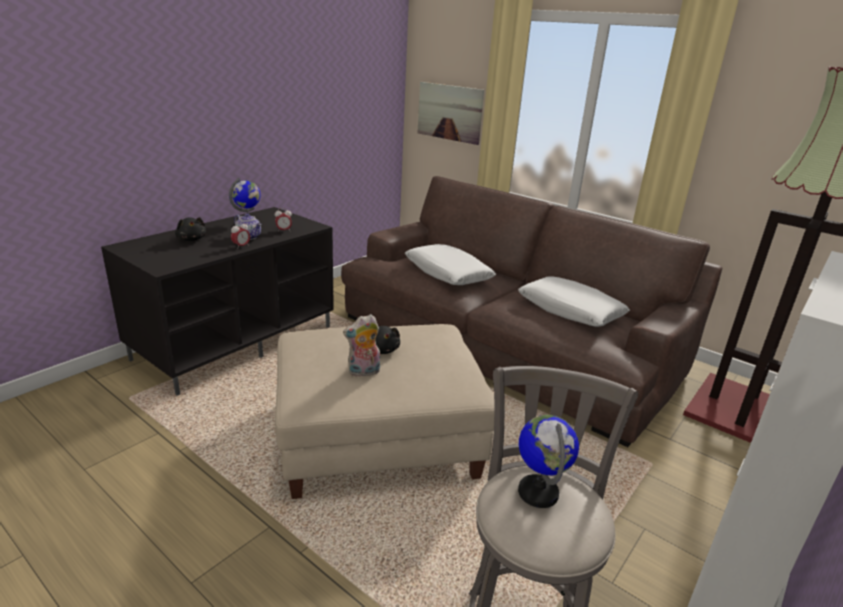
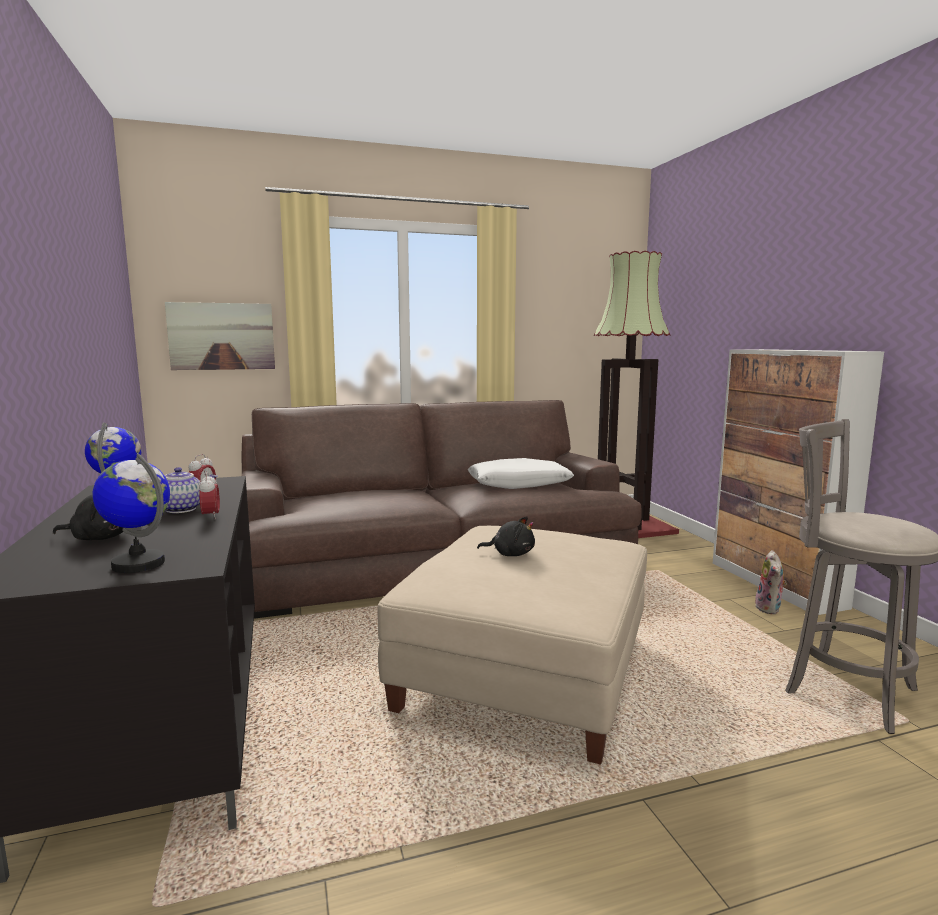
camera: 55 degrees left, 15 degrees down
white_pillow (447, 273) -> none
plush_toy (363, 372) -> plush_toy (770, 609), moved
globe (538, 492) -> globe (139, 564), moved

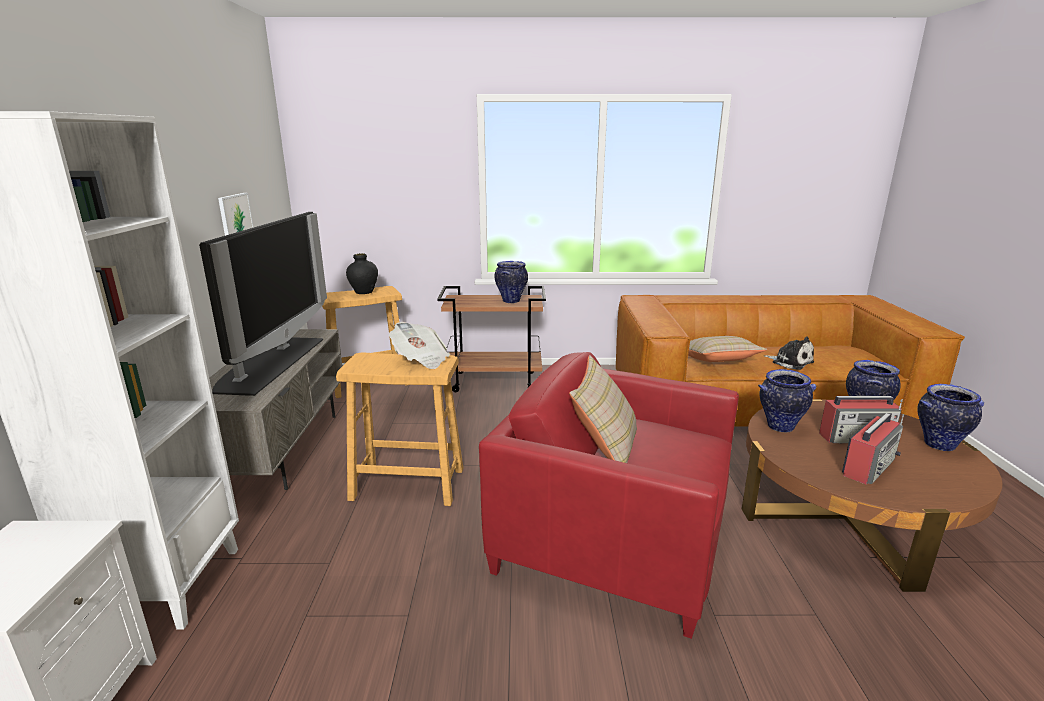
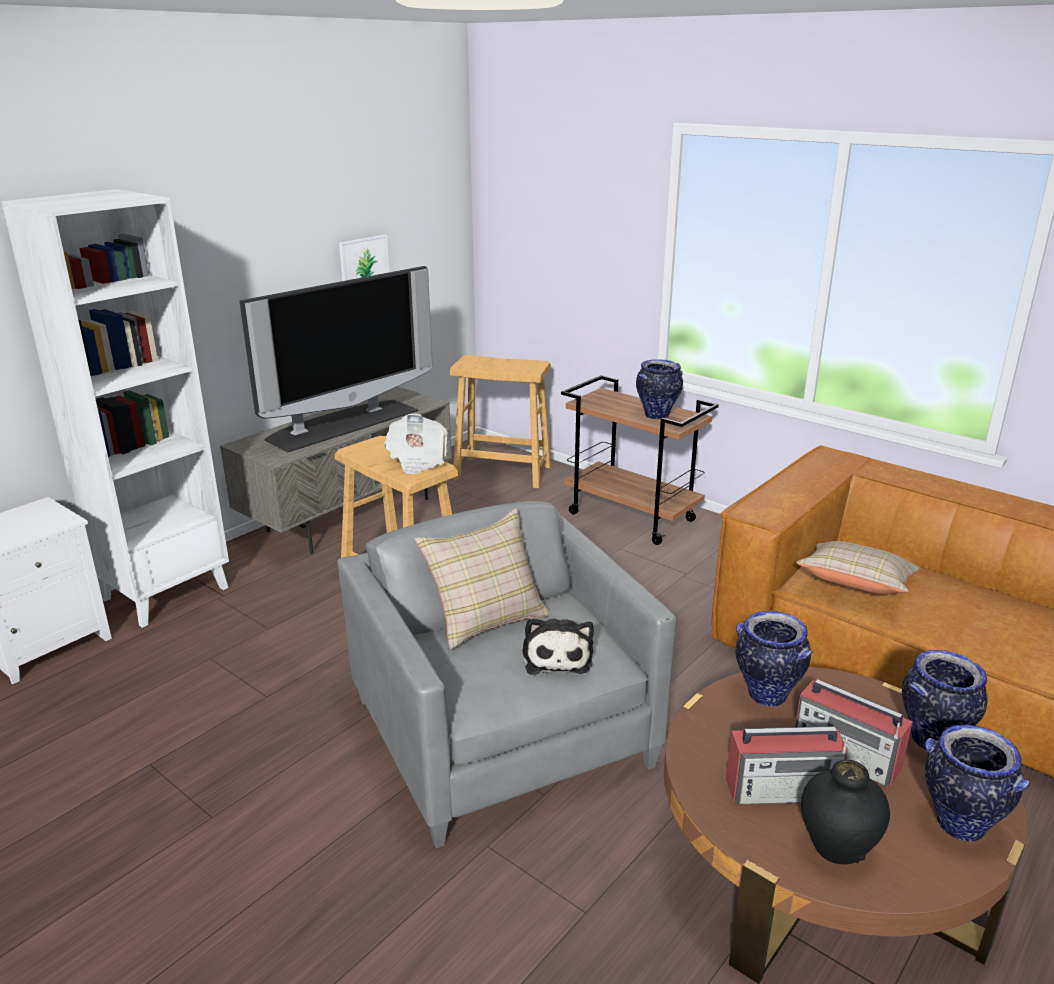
camera: 40 degrees right, 5 degrees up
black_vase (364, 292) -> black_vase (836, 848), moved
plush_toy (790, 362) -> plush_toy (557, 656), moved
red_armchair (613, 539) -> grey_armchair (502, 732)

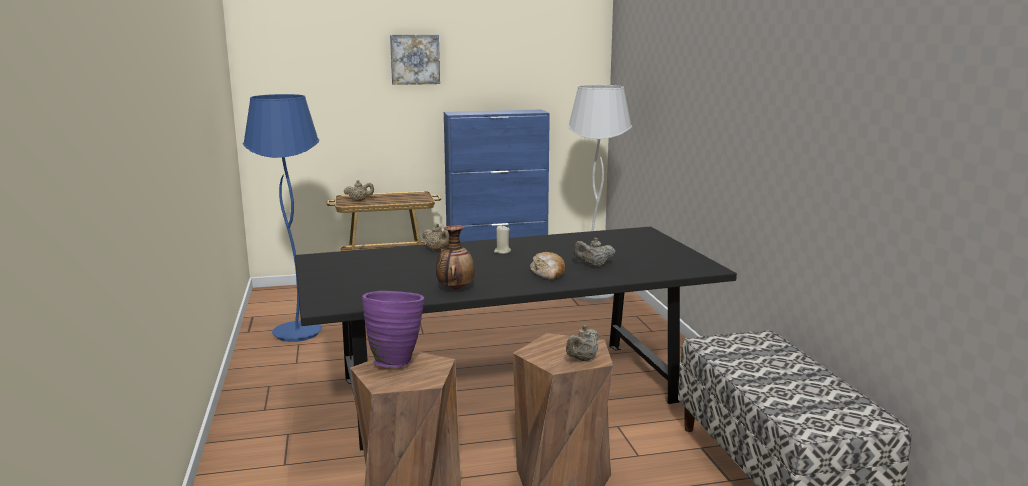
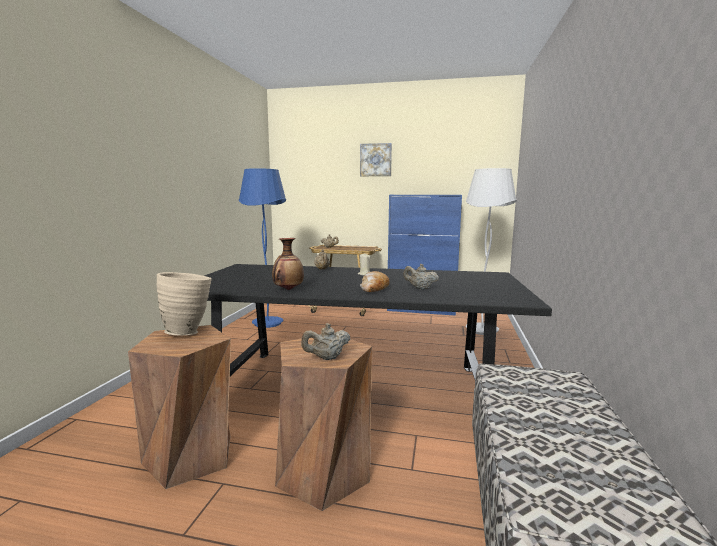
camera: 25 degrees right, 5 degrees down
purple_vase (395, 361) -> beige_vase (189, 332)

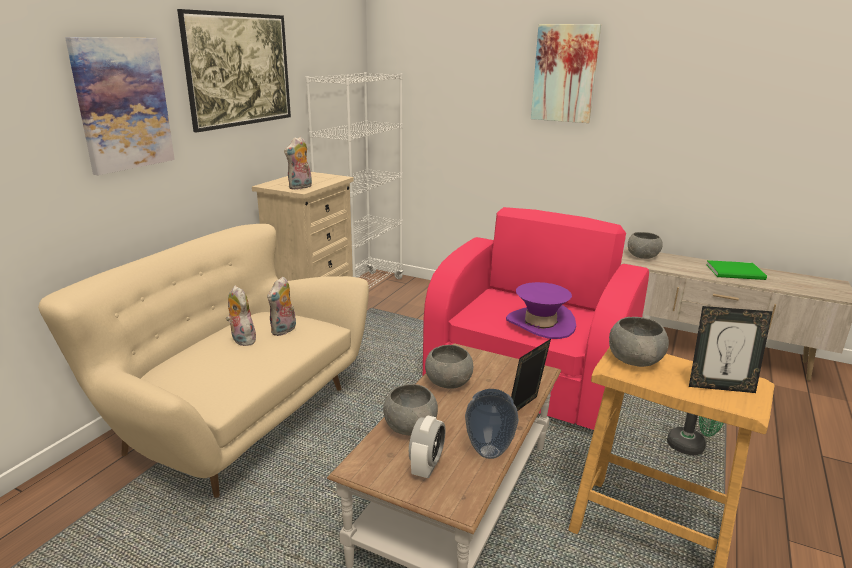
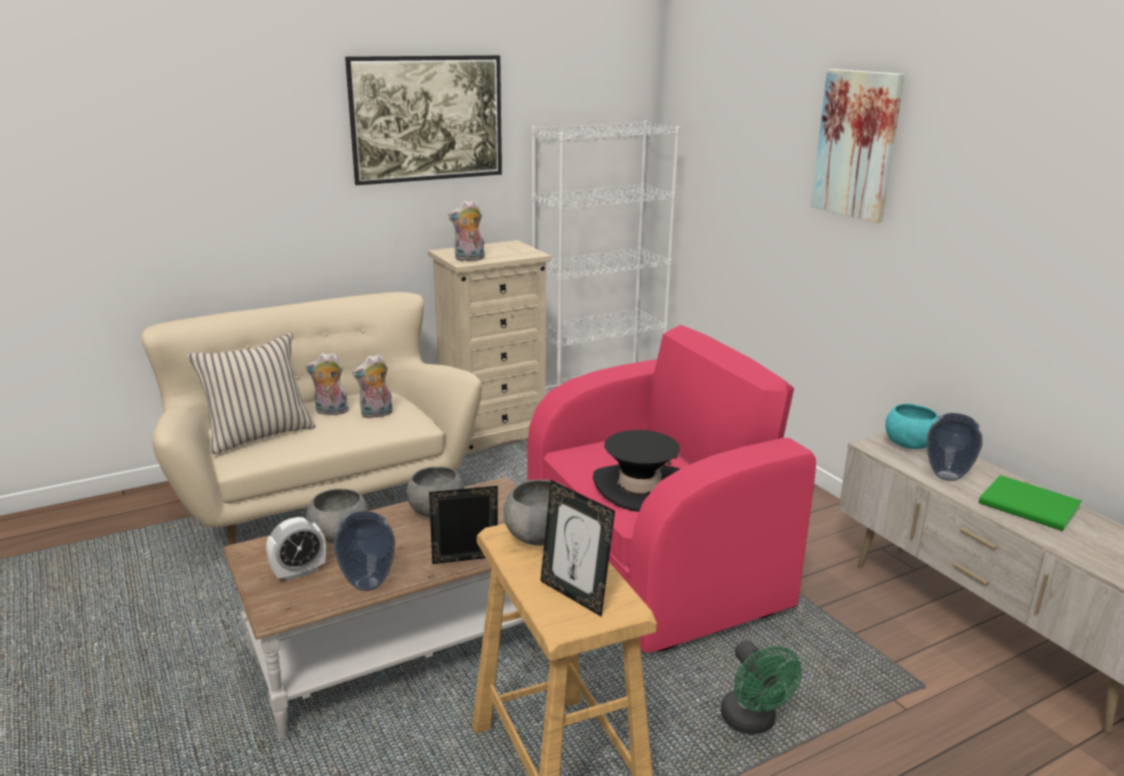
camera: 35 degrees right, 0 degrees up
picture (123, 104) -> none
grey_bowl (643, 256) -> turquoise_bowl (909, 444)
purple_hat (540, 324) -> black_hat (639, 488)
plush_toy (241, 340) -> plush_toy (330, 412), 90 degrees counterclockwise
none -> beige_pillow (258, 435)
none -> vase (946, 476)

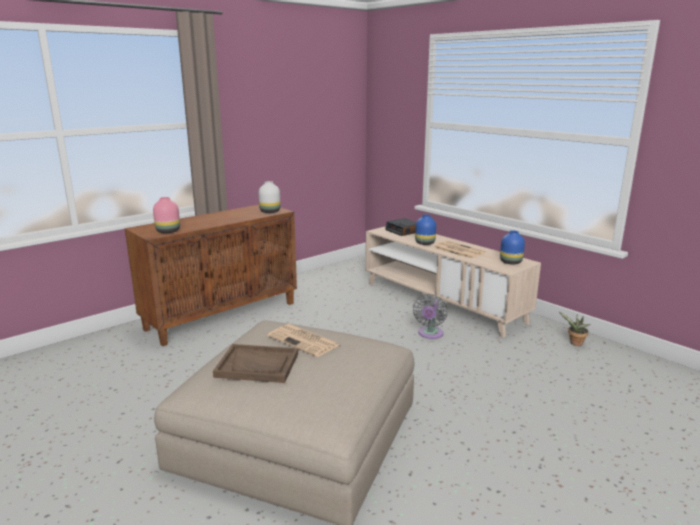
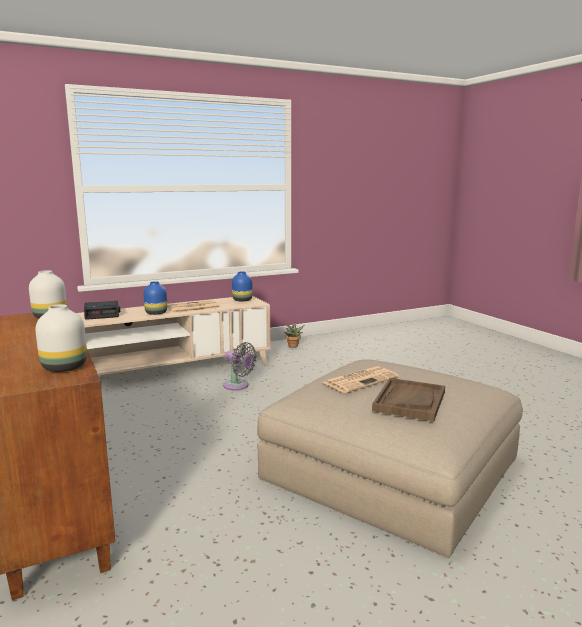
camera: 75 degrees left, 5 degrees down
pink_vase (169, 231) -> white_vase (65, 367)

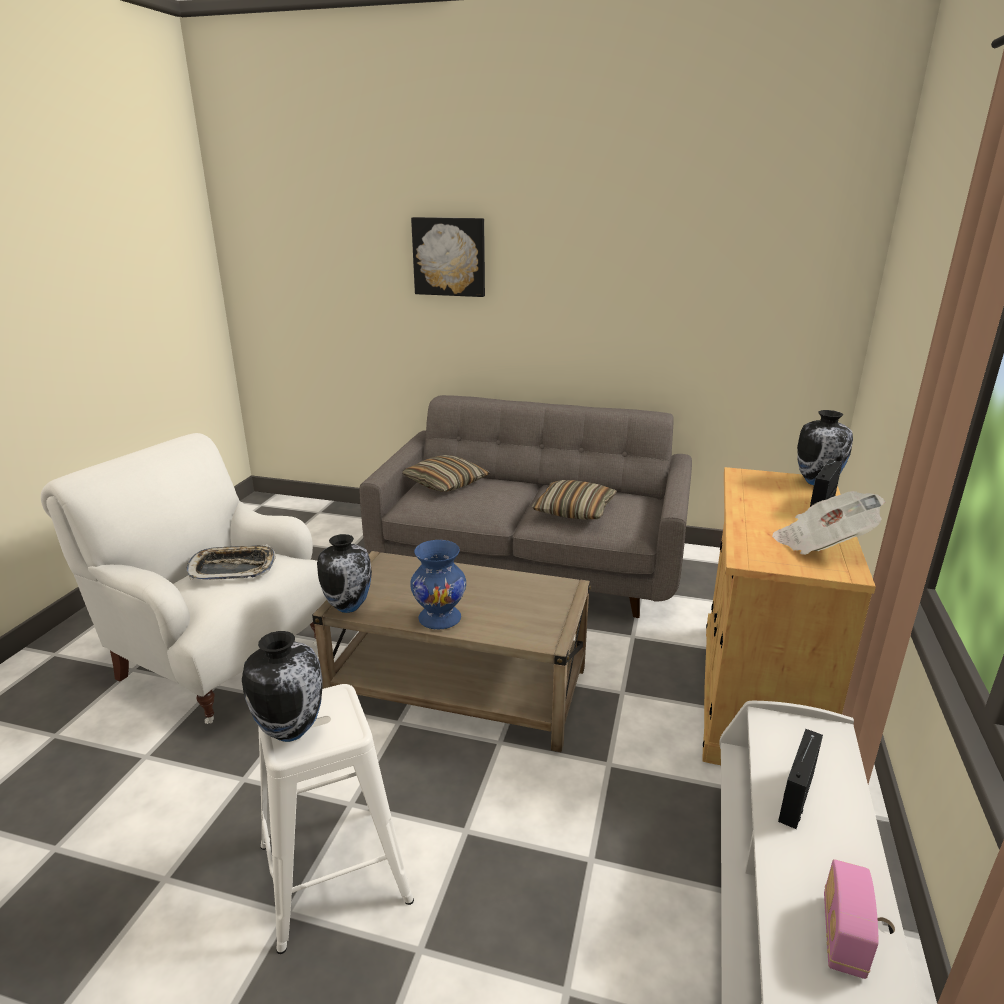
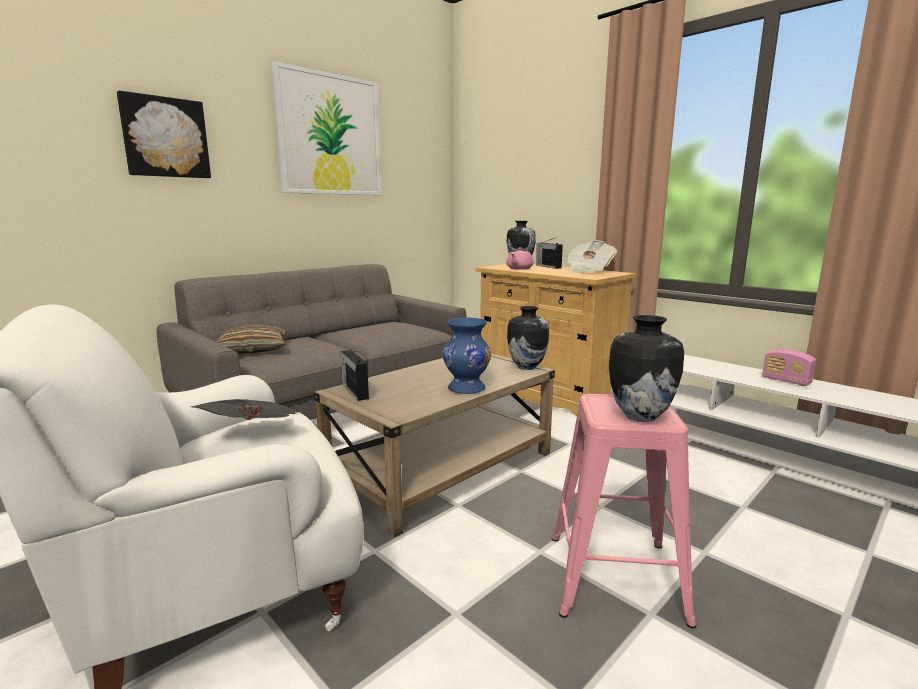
camera: 60 degrees left, 10 degrees down
pillow (574, 510) -> none
vase (349, 606) -> vase (526, 367), moved
tray (232, 568) -> newspaper (254, 435)
white_stool (332, 874) -> pink_stool (617, 578)
radio (797, 796) -> radio (355, 391), moved
none -> picture (330, 135)
none -> pink_teapot (519, 269)

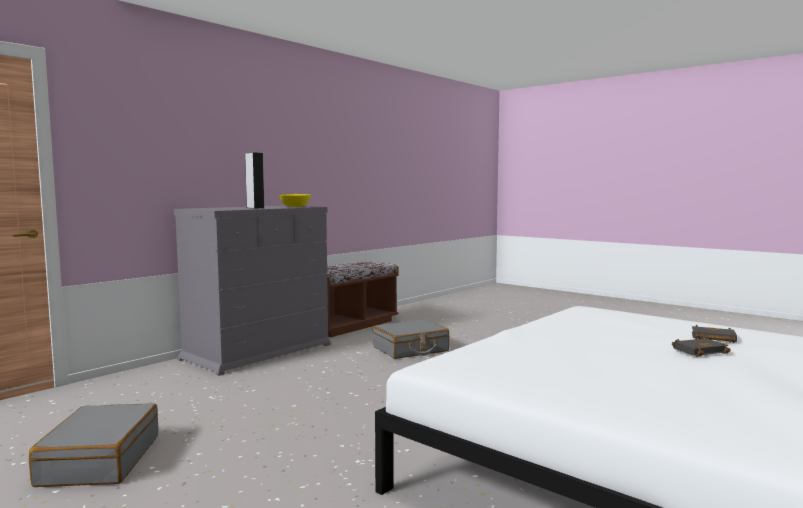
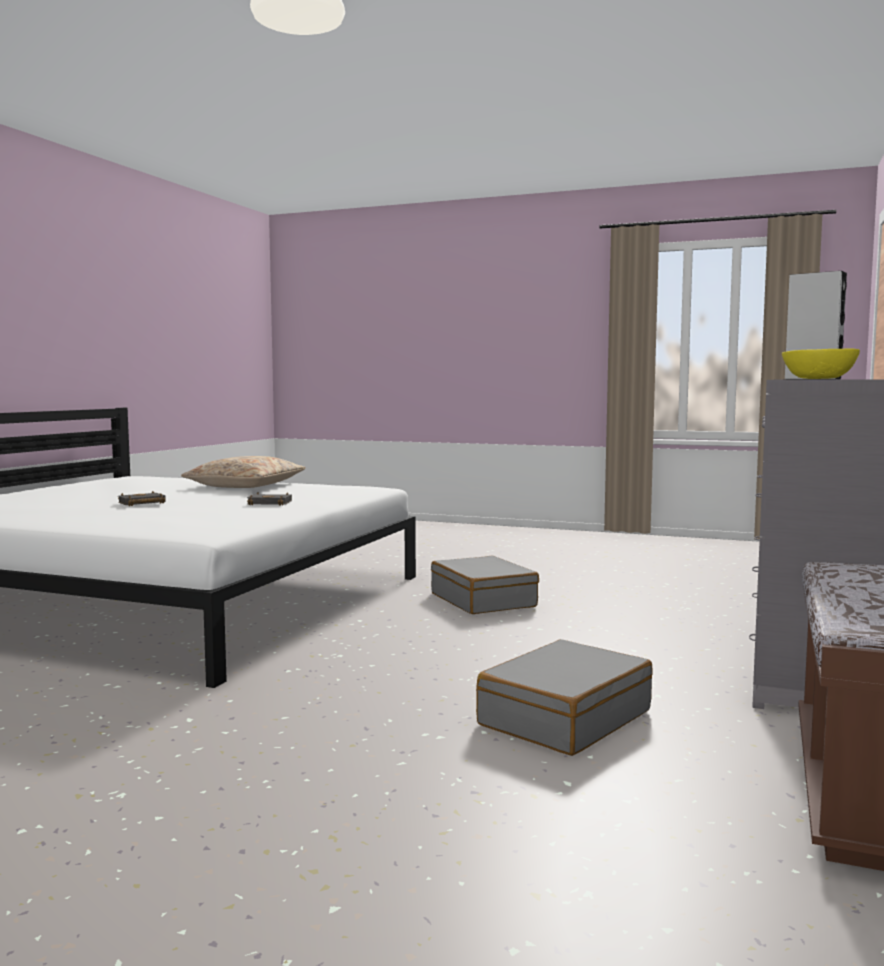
camera: 160 degrees right, 0 degrees up
black_book (712, 338) -> black_book (271, 503), moved
grey_suitcase (99, 460) -> grey_suitcase (483, 600), moved
none -> beige_pillow (245, 486)

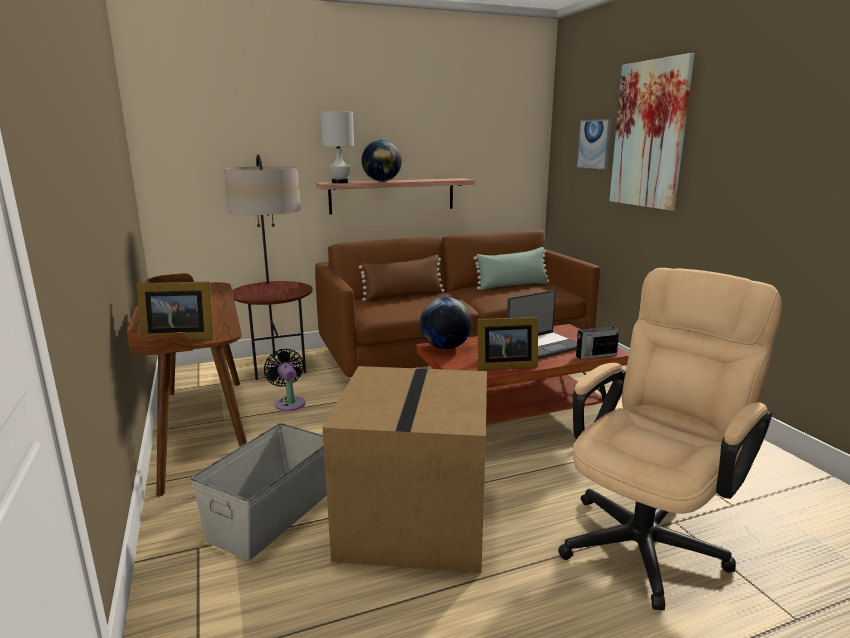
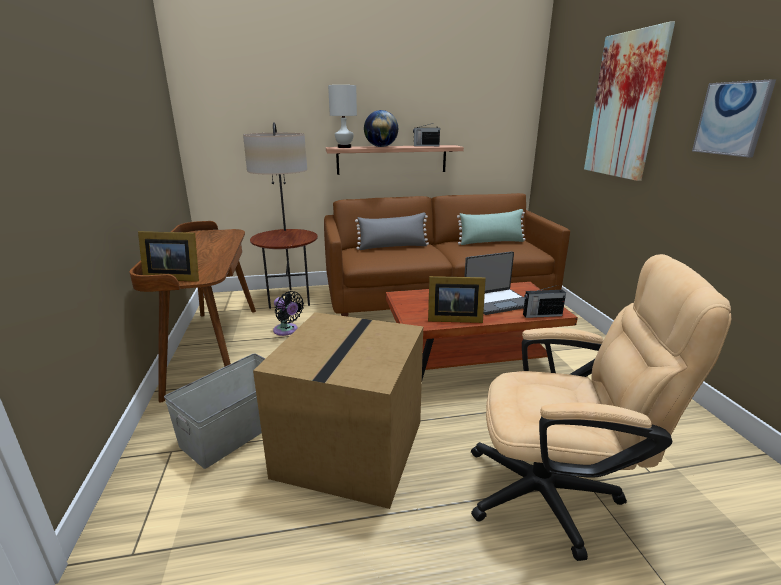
camera: 10 degrees right, 5 degrees up
picture (595, 144) -> picture (732, 118), moved
brown_pillow (403, 296) -> grey_pillow (393, 247)
beige_office_chair (649, 537) -> beige_office_chair (557, 494), 45 degrees clockwise
globe (445, 347) -> none
black_fan (289, 402) -> black_fan (287, 331), 150 degrees clockwise
none -> radio (426, 146)

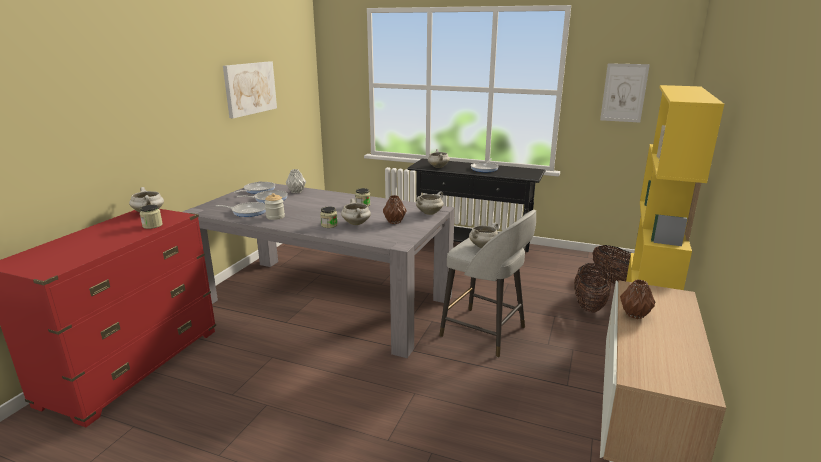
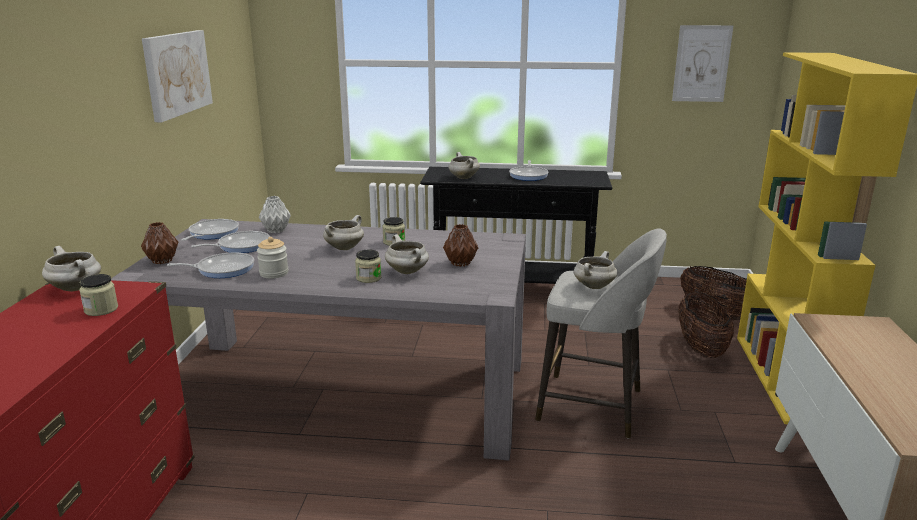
camera: 15 degrees left, 0 degrees up
white_cooking_pot (429, 213) -> white_cooking_pot (344, 248), moved
brown_vase (634, 314) -> brown_vase (162, 261), moved

